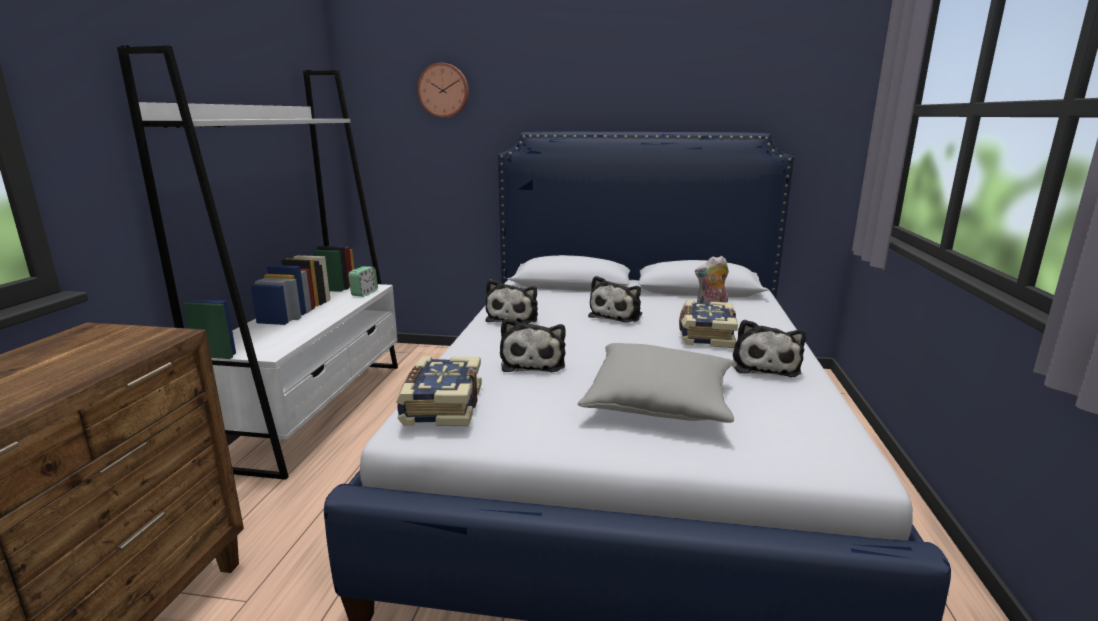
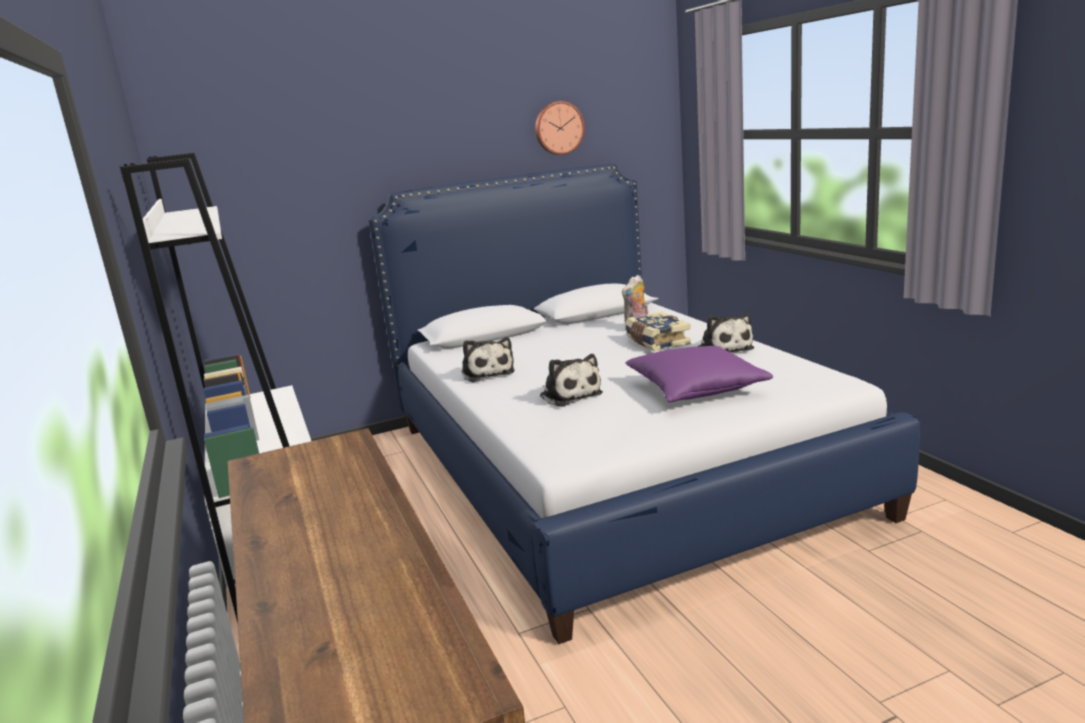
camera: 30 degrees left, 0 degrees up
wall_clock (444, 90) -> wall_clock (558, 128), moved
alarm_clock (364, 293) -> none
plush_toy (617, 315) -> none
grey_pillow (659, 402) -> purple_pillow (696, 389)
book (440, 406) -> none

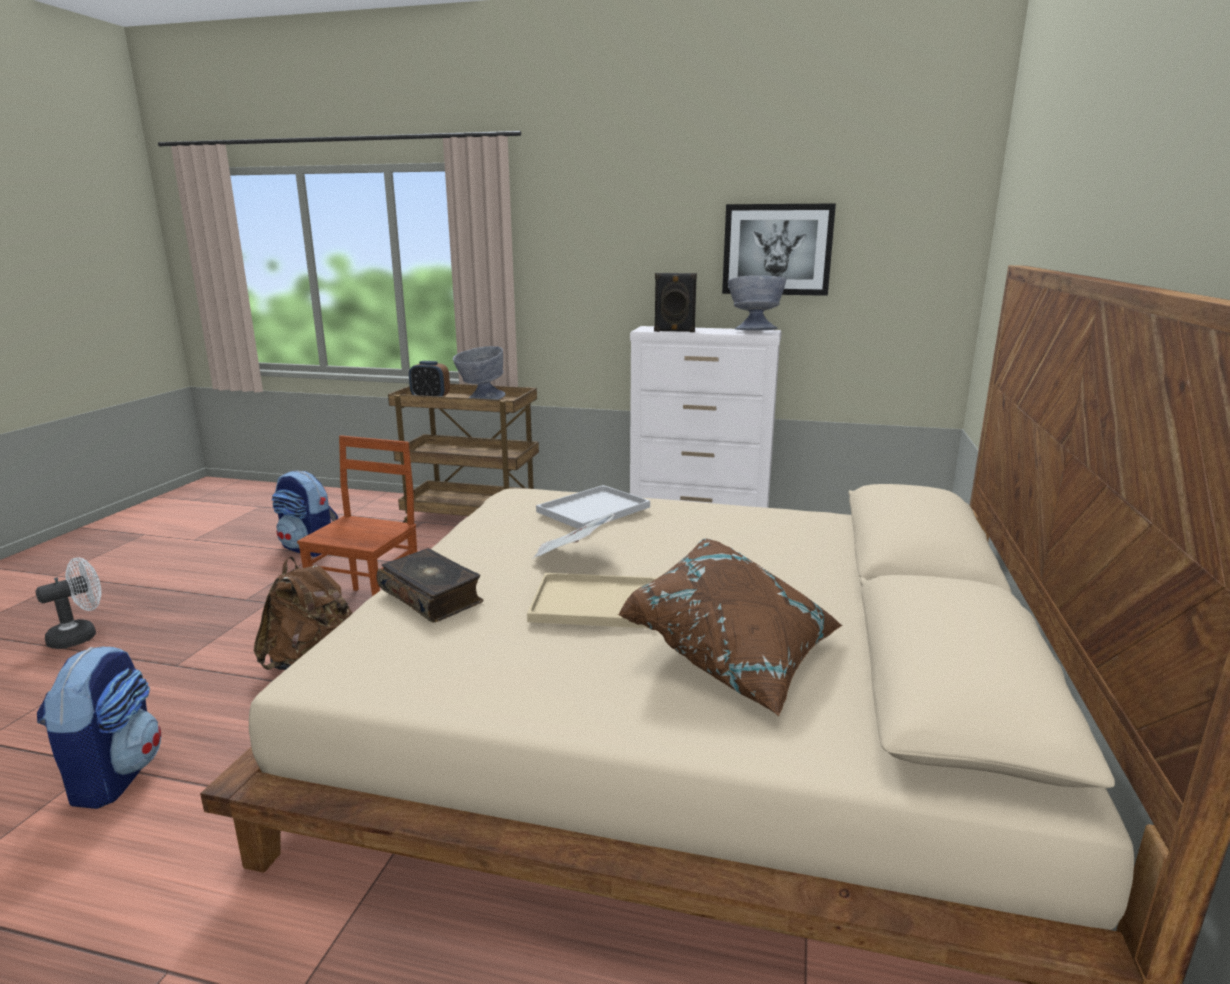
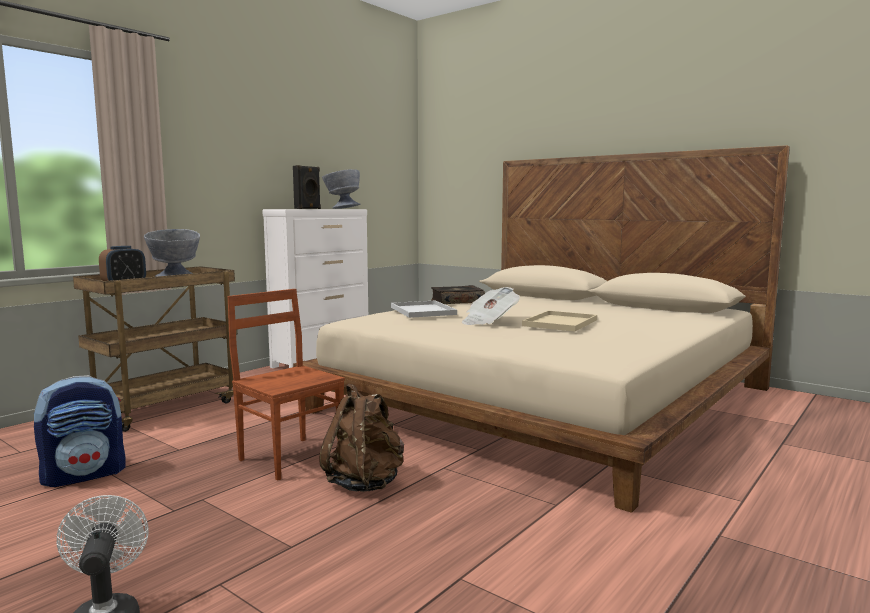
camera: 65 degrees left, 10 degrees down
picture (777, 249) -> none
brown_pillow (735, 655) -> none
book (432, 596) -> book (457, 302), moved
backpack (114, 775) -> none

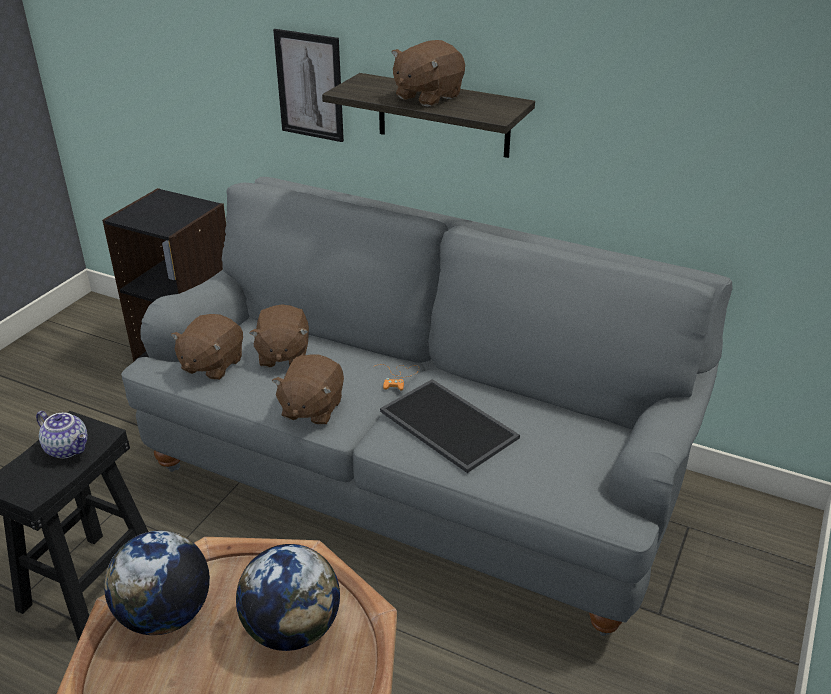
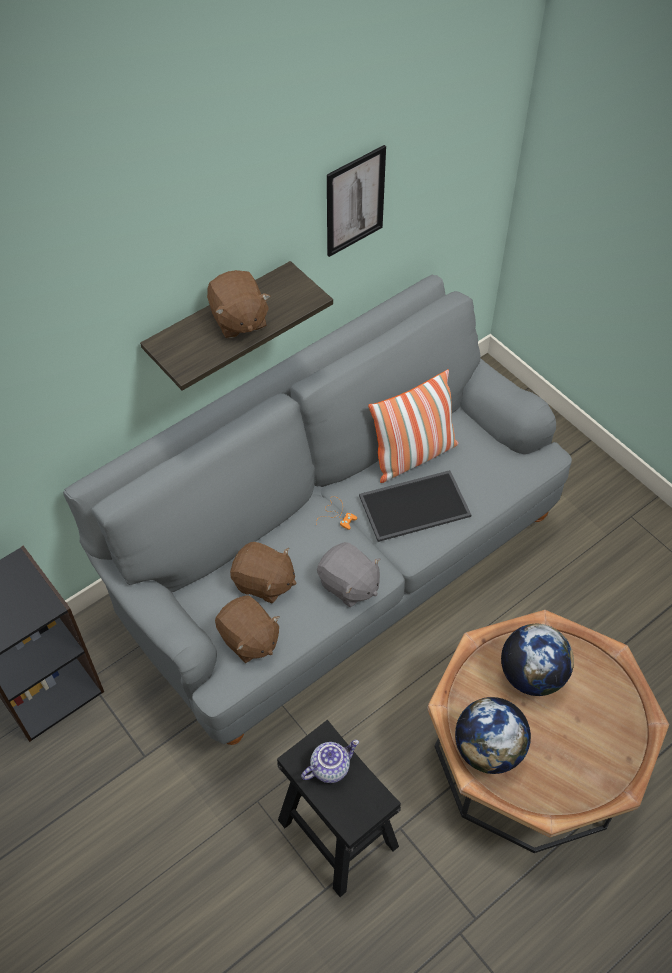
camera: 65 degrees left, 20 degrees up
picture (309, 85) -> picture (355, 201), moved
brown_plush_toy (311, 408) -> grey_plush_toy (348, 585)
none -> pillow (413, 456)

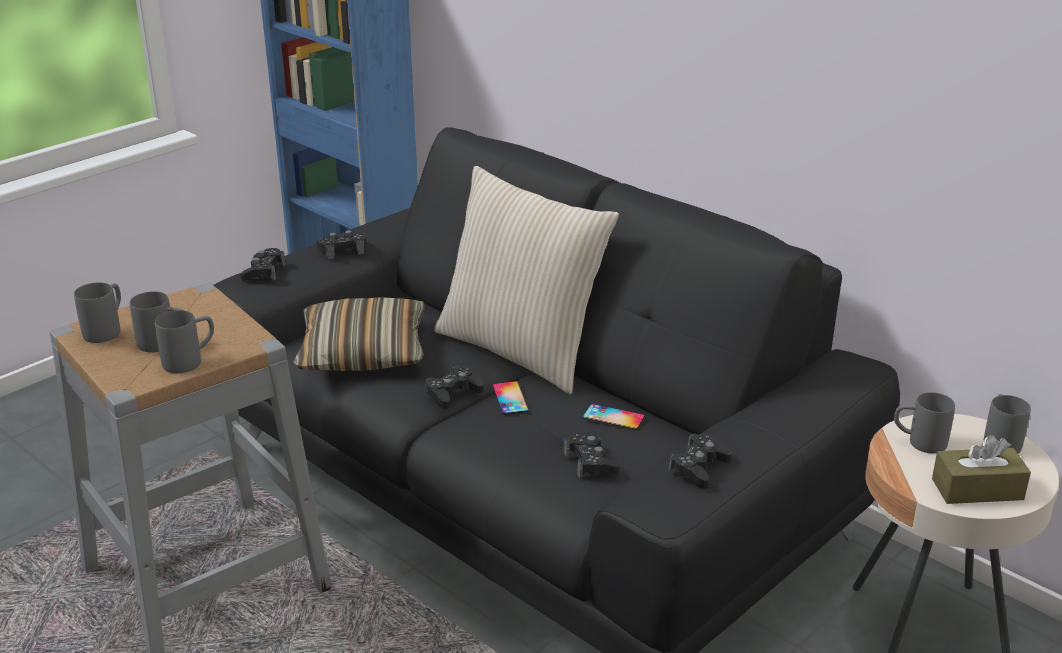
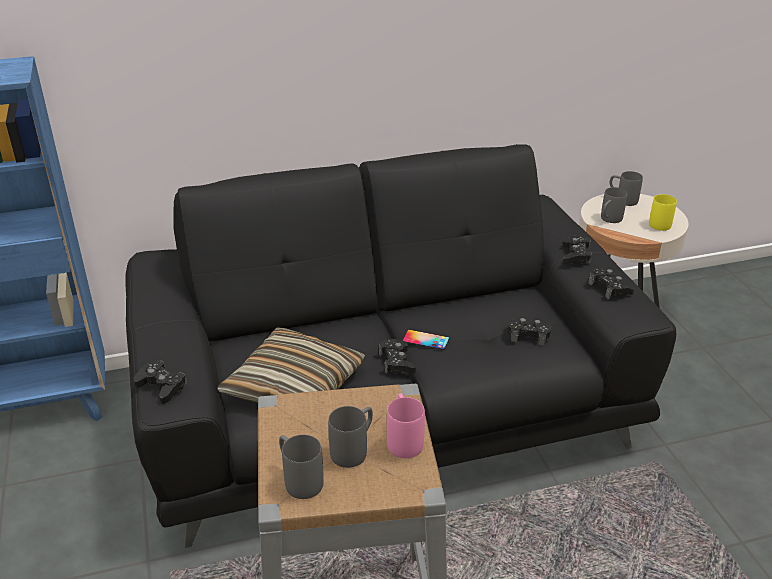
camera: 60 degrees left, 5 degrees up
beige_pillow (521, 350) -> none
black_game_controller (342, 250) -> black_game_controller (576, 255), moved
grey_mug (190, 360) -> pink_mug (403, 439)
phone (613, 417) -> none
brown_tissue_box (977, 489) -> yellow_mug (661, 222)

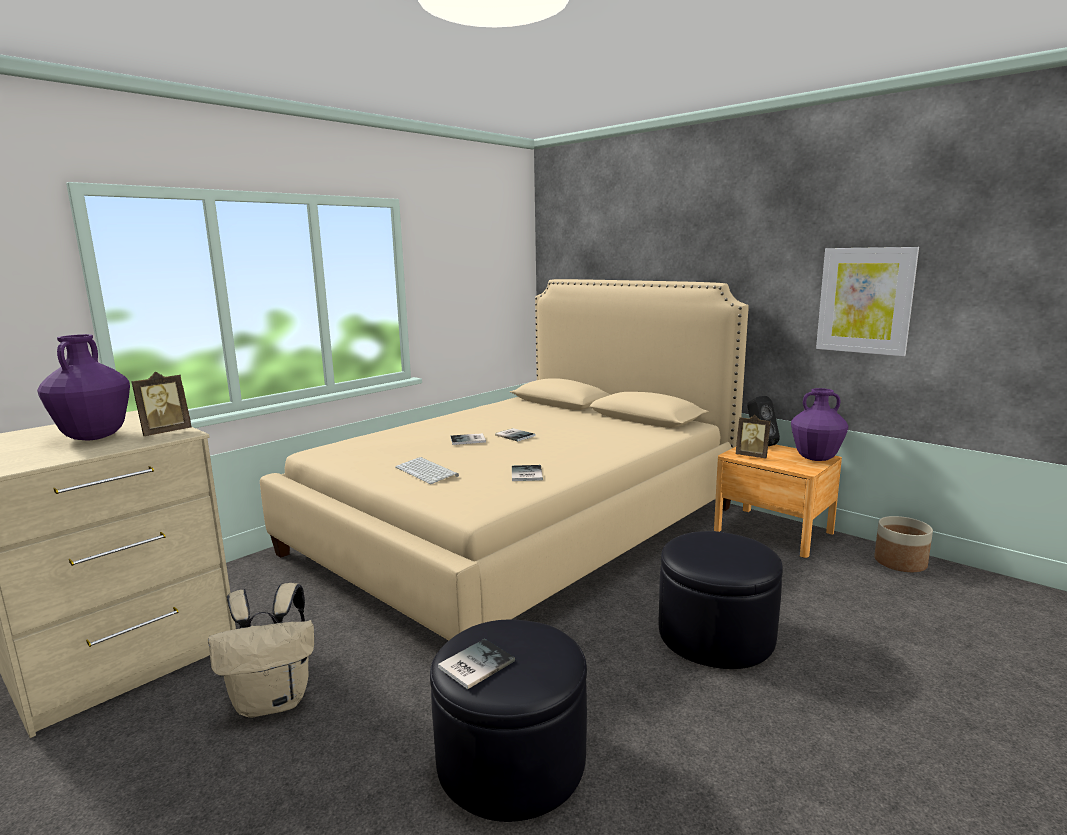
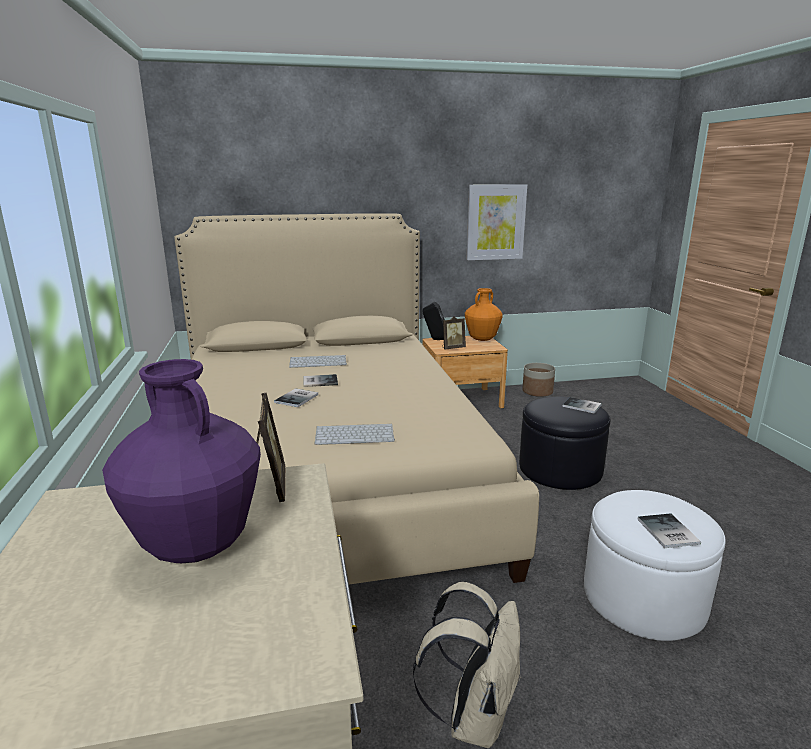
camera: 55 degrees left, 5 degrees up
purple_vase (816, 459) -> orange_vase (482, 339)
book (525, 474) -> book (582, 406), moved
black_ottoman (511, 760) -> white_ottoman (643, 598)
none -> keyboard (319, 362)

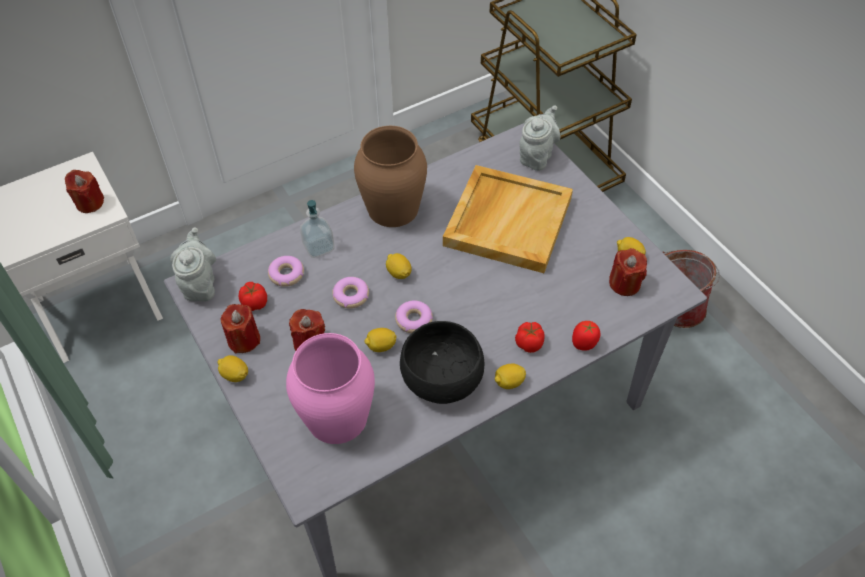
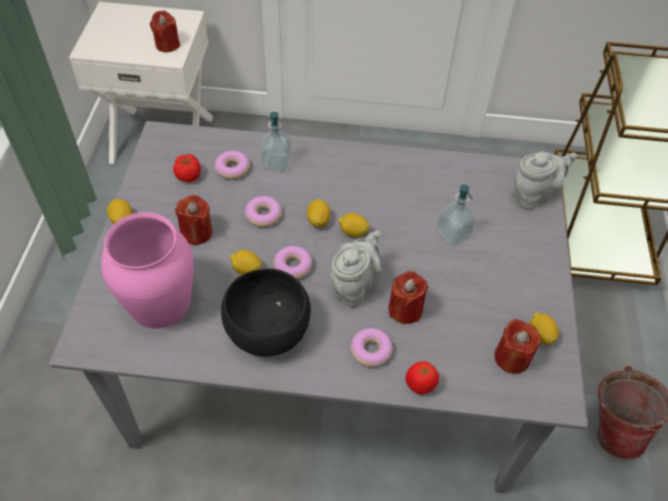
camera: 35 degrees right, 0 degrees up
brown_vase (393, 208) -> none
beige_tray (507, 220) -> soap_dispenser (453, 234)
grey_teapot (200, 284) -> grey_teapot (354, 286), moved
red_candle (244, 340) -> red_candle (405, 309), moved
tomato (529, 343) -> donut (371, 350)
lemon (509, 382) -> lemon (353, 232), moved

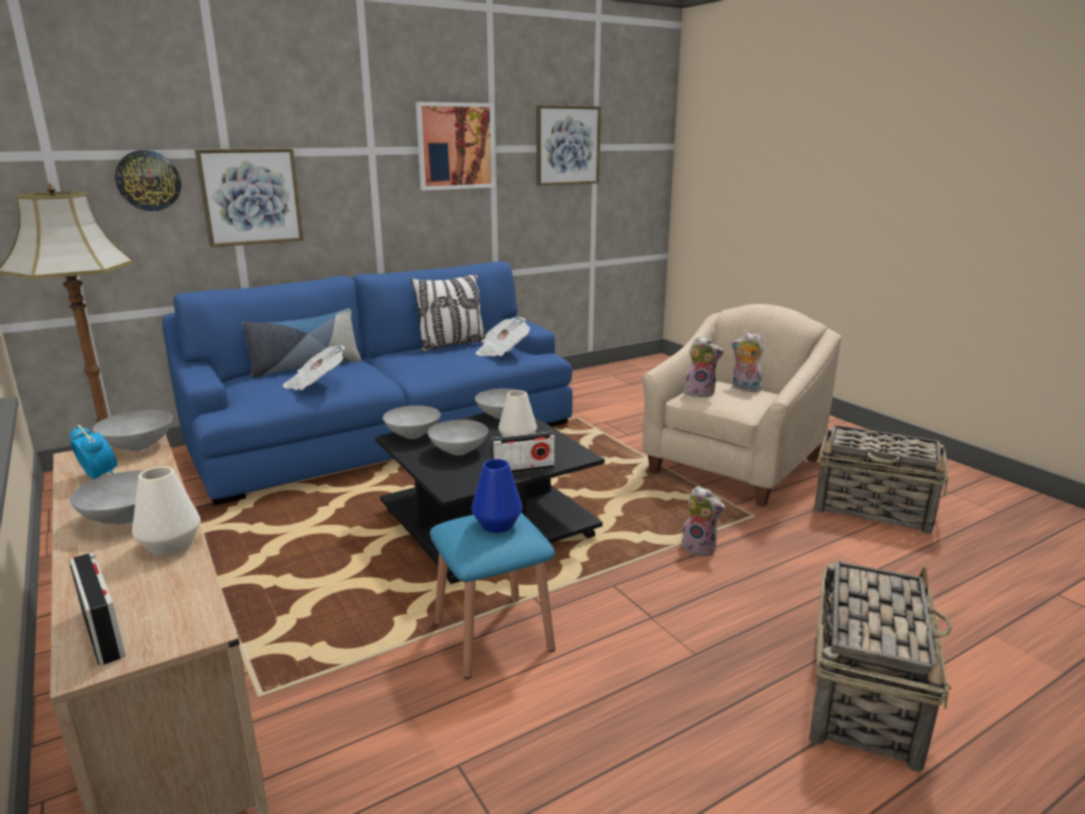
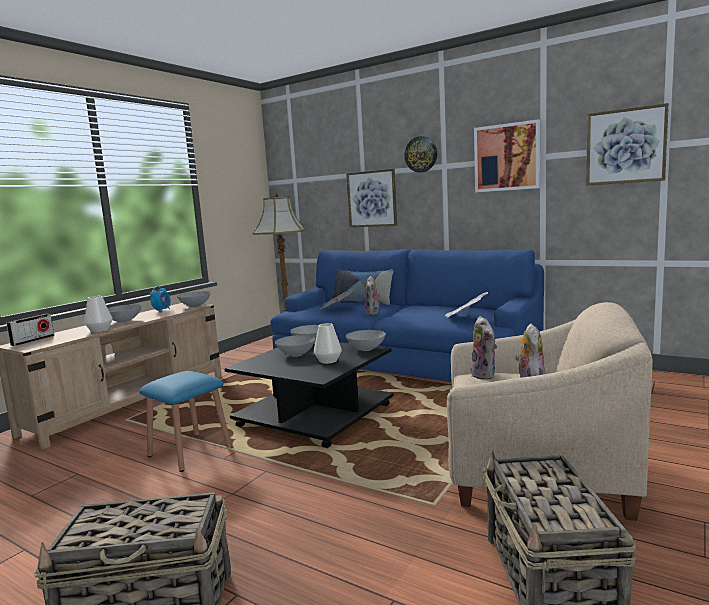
camera: 65 degrees right, 10 degrees down
wall_clock (148, 180) -> wall_clock (421, 154), moved
pillow (452, 345) -> none
radio (523, 469) -> none
blue_vase (497, 525) -> none
plush_toy (700, 548) -> plush_toy (373, 313), moved

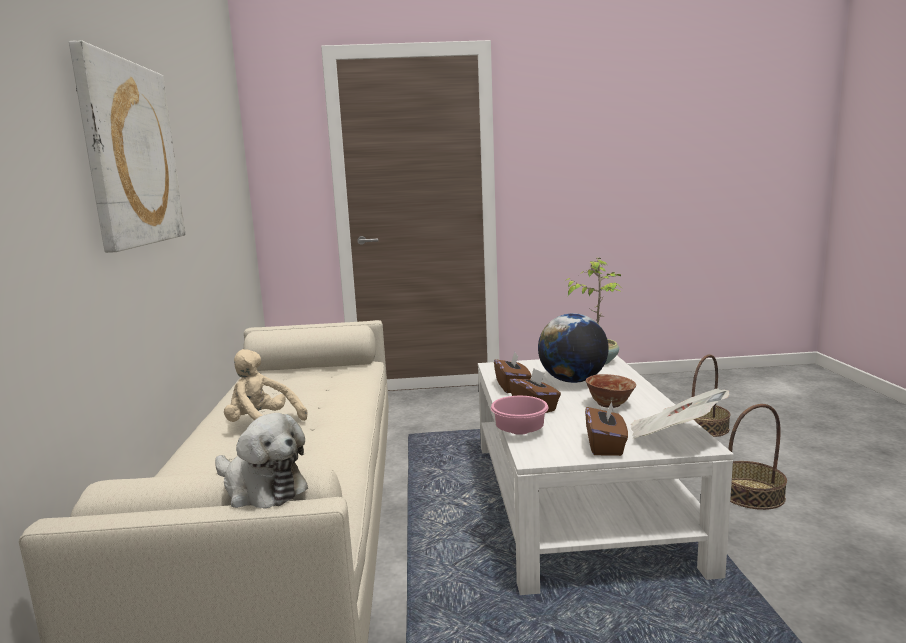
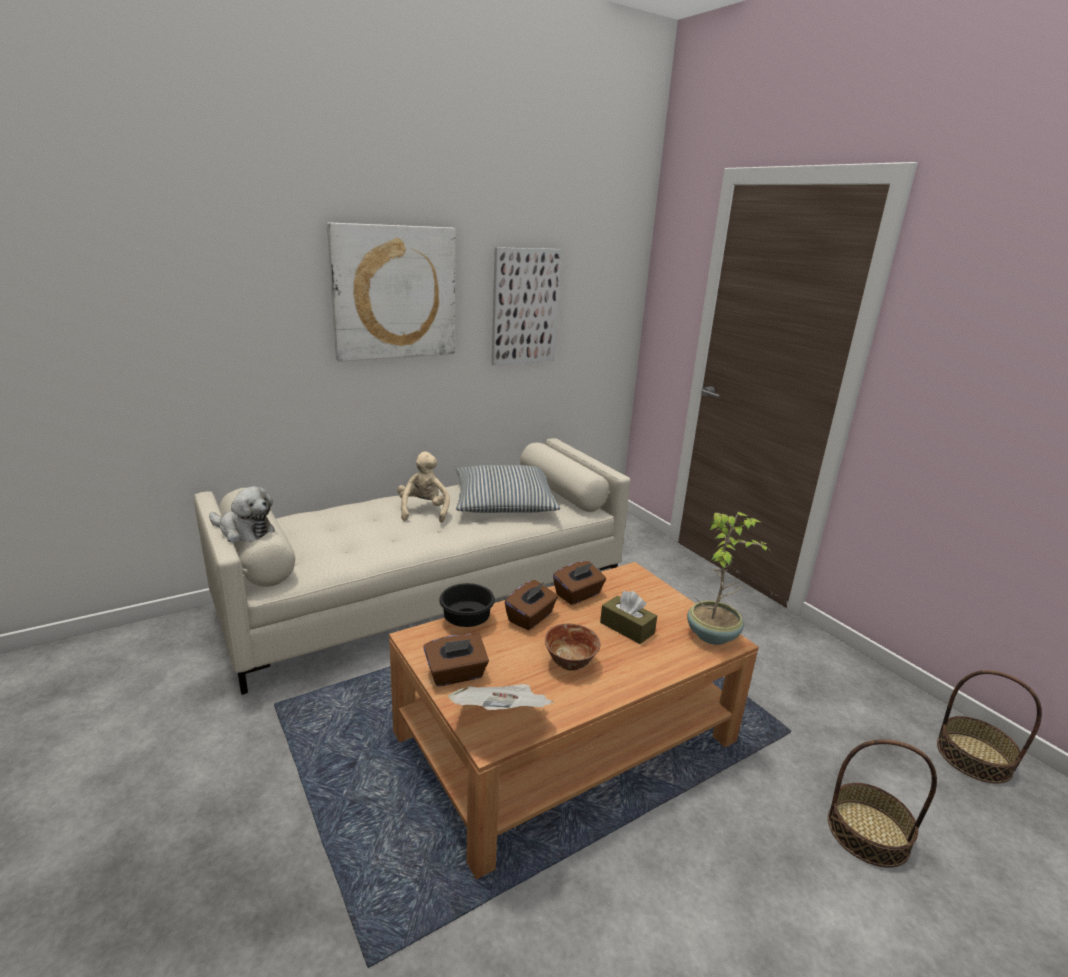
camera: 60 degrees right, 10 degrees up
globe (572, 381) -> brown_tissue_box (627, 628)
white_coffee_table (576, 500) -> brown_coffee_table (567, 736)
pink_bowl (521, 432) -> black_bowl (466, 621)
basket (751, 494) -> basket (973, 757), moved
plush_toy (261, 488) -> plush_toy (244, 531), 75 degrees counterclockwise
none -> picture (525, 307)
none -> pillow (504, 502)

